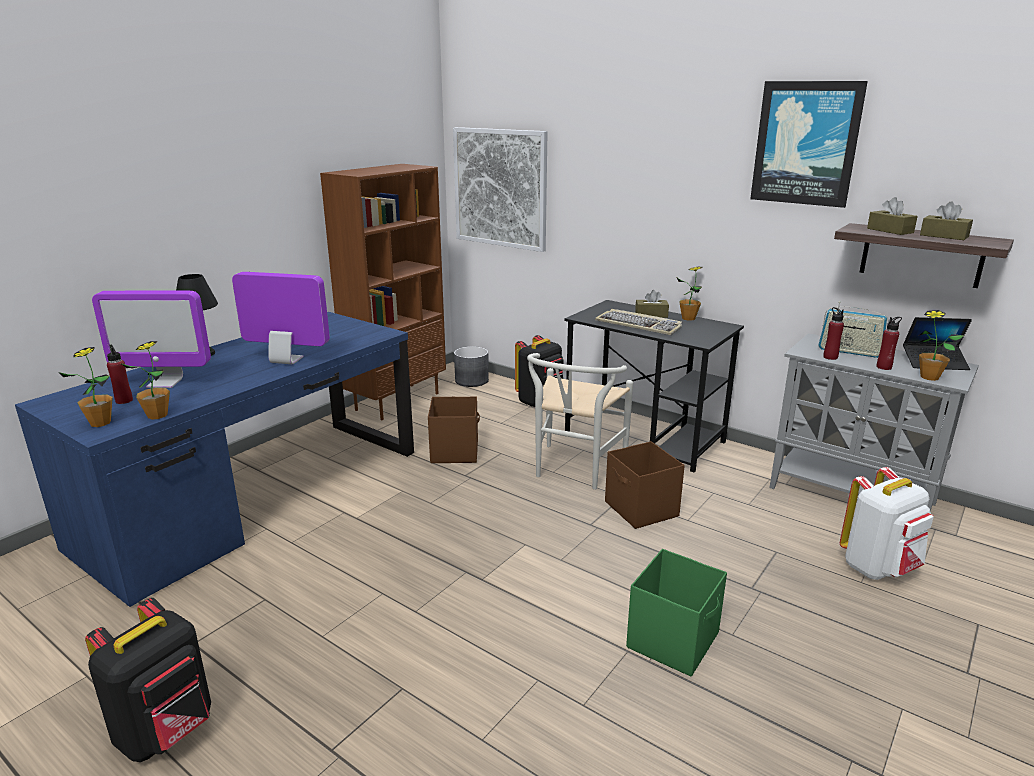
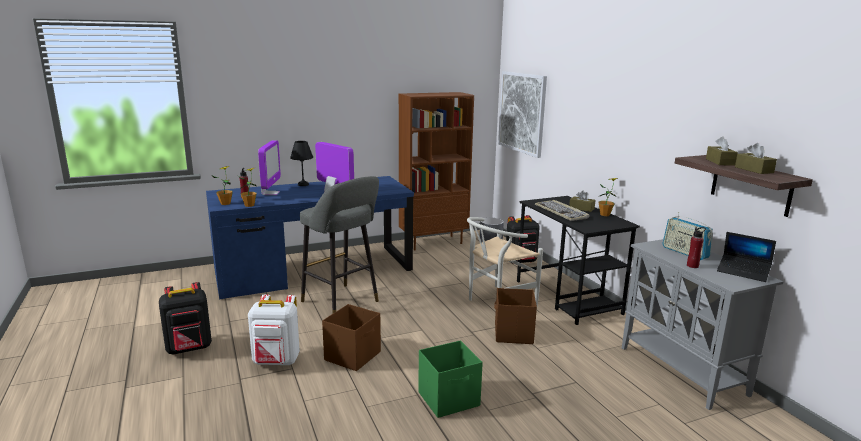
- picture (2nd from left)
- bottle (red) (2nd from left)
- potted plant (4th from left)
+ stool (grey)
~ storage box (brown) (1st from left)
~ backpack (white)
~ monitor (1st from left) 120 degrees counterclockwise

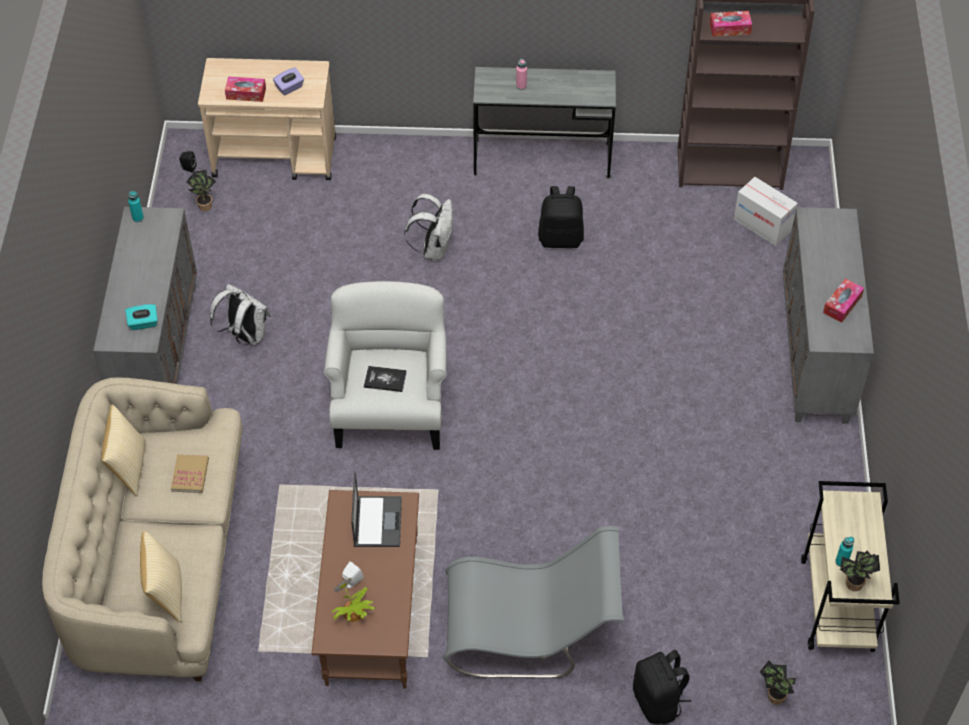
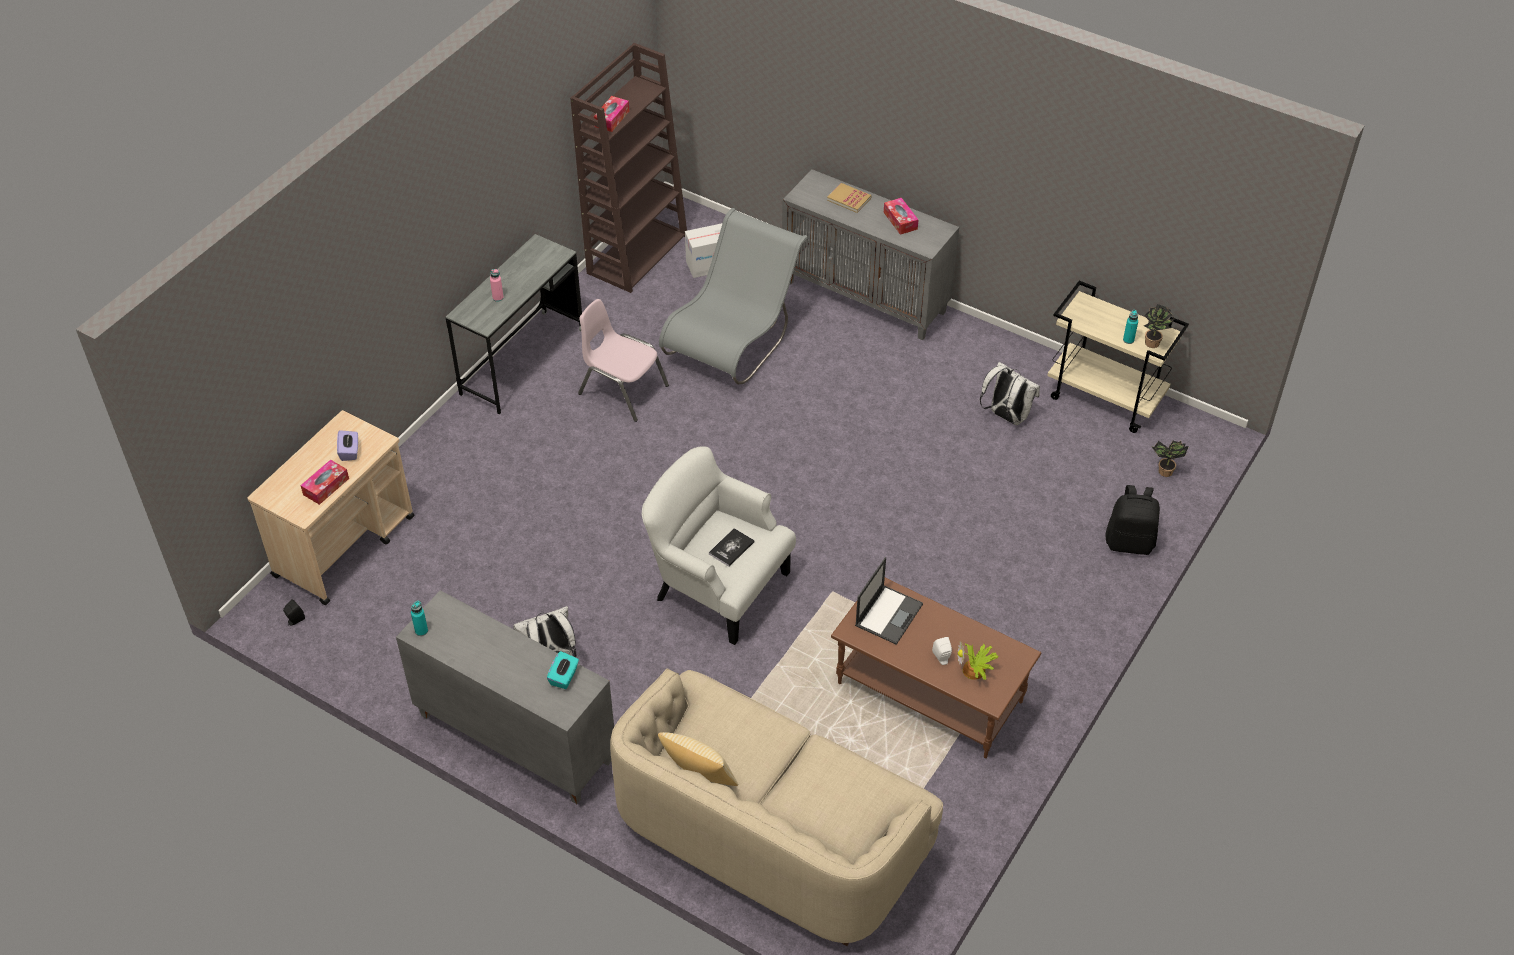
- pillow (2nd from left)
- potted plant (1st from left)
~ book (1st from left in the first image) to book (2nd from left)
~ backpack (white) (2nd from left)
~ chair (grey)
~ backpack (black) (1st from left) to chair (pink)
~ laptop 90 degrees clockwise

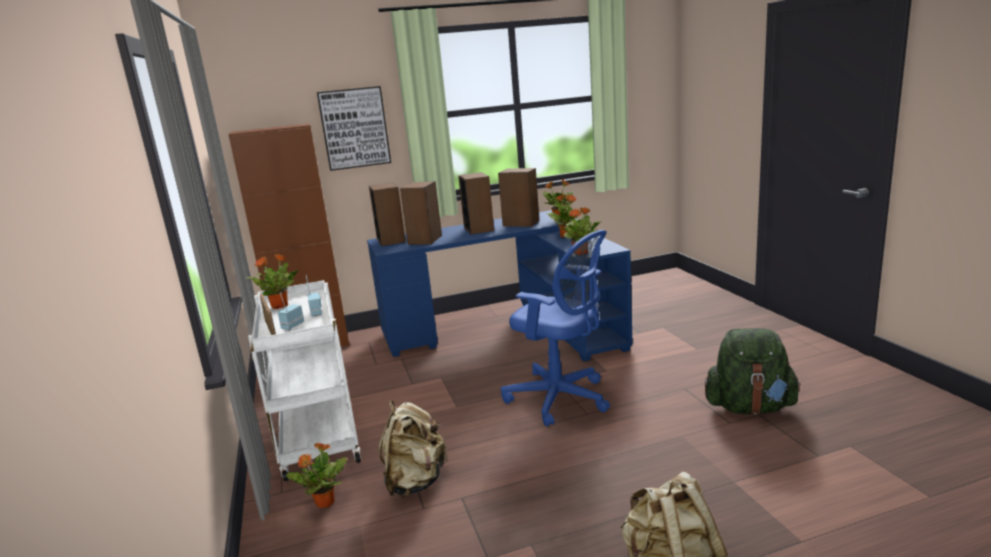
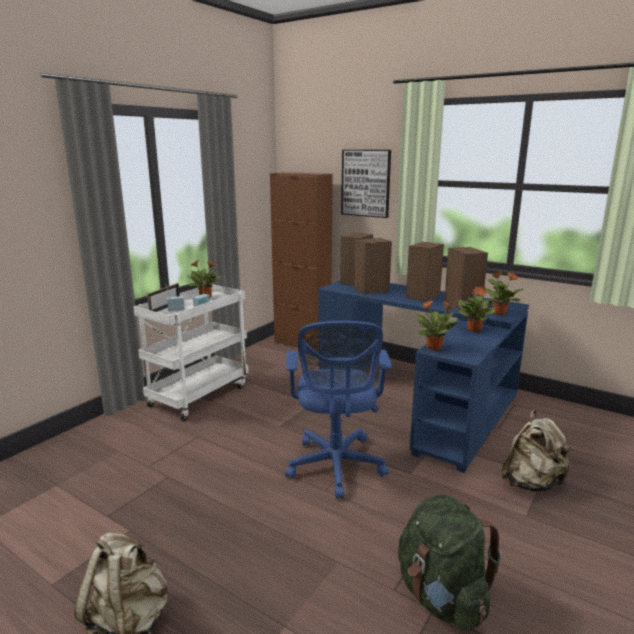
- potted plant (2nd from left)
~ backpack (beige) (1st from left in the first image) to backpack (beige) (2nd from left)

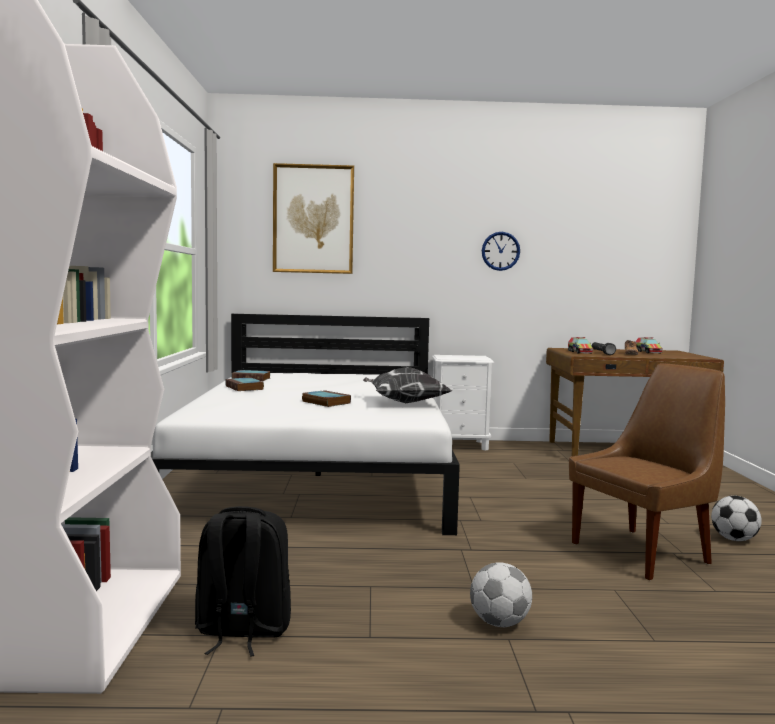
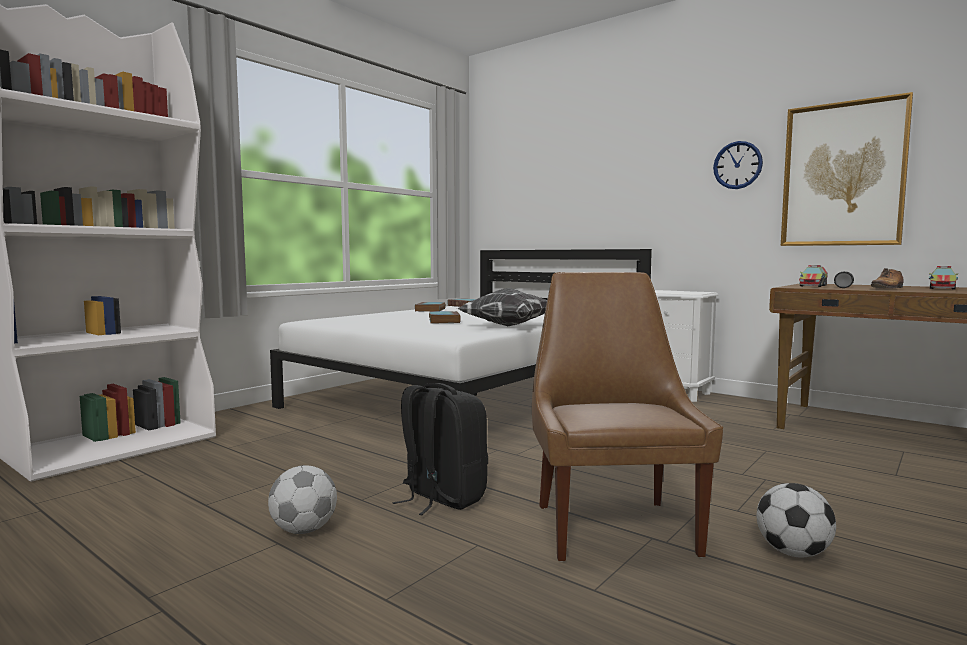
~ backpack (black)
~ picture
~ chair (brown) 105 degrees counterclockwise

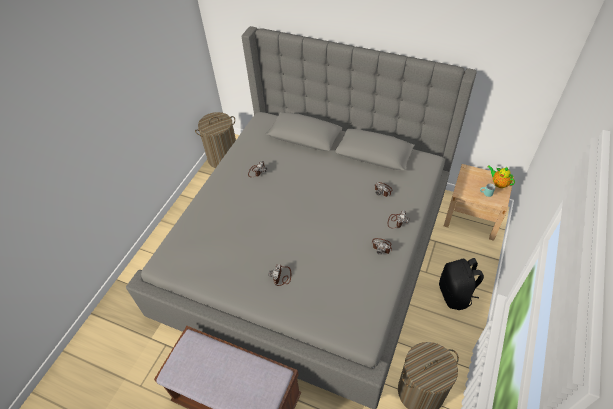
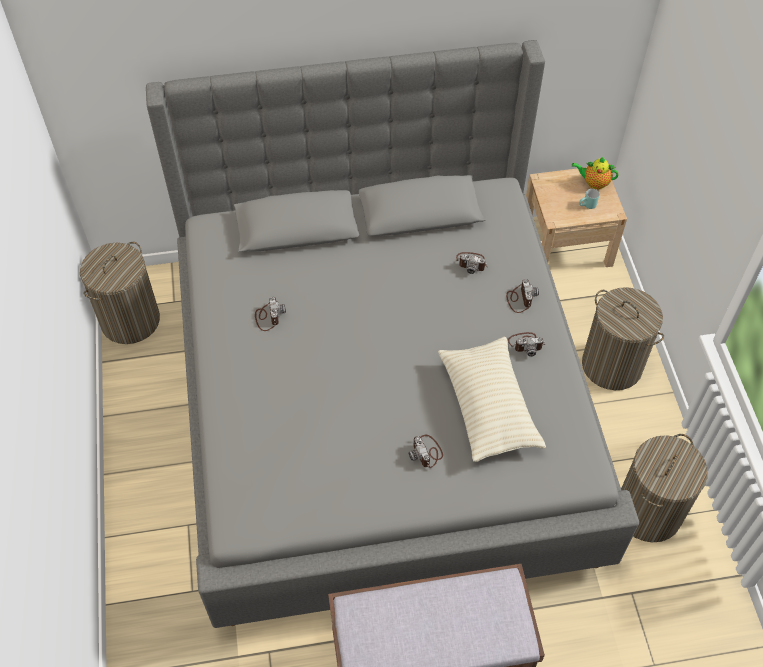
+ pillow (beige)
~ backpack (black) to laundry basket (2nd from left)

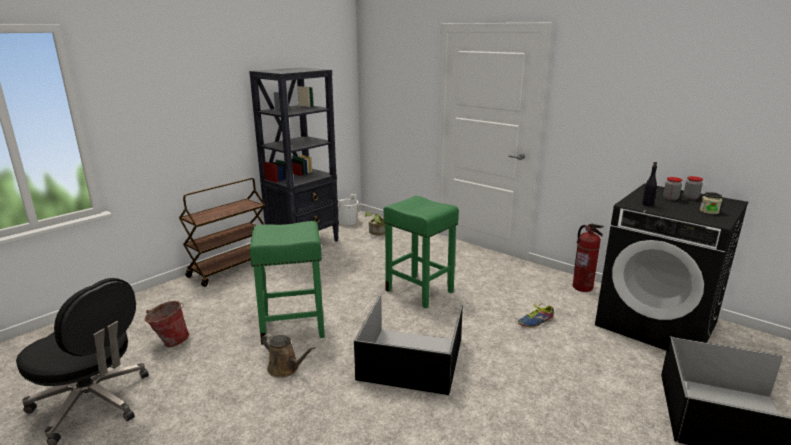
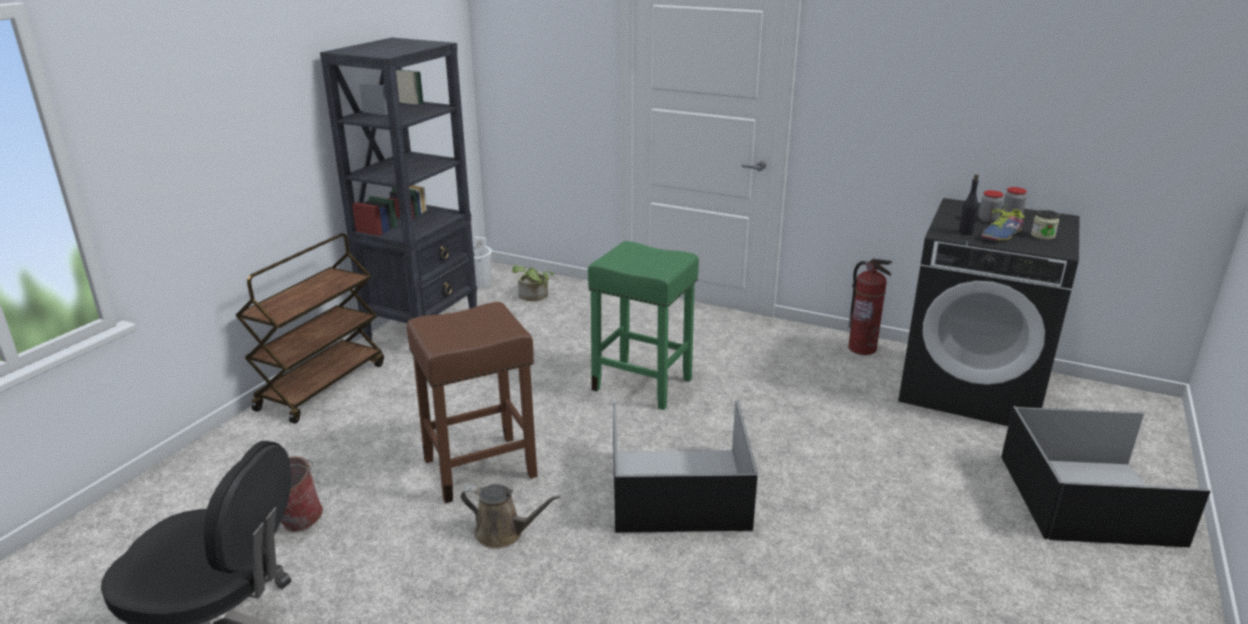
~ shoe
~ stool (green) (1st from left) to stool (brown)

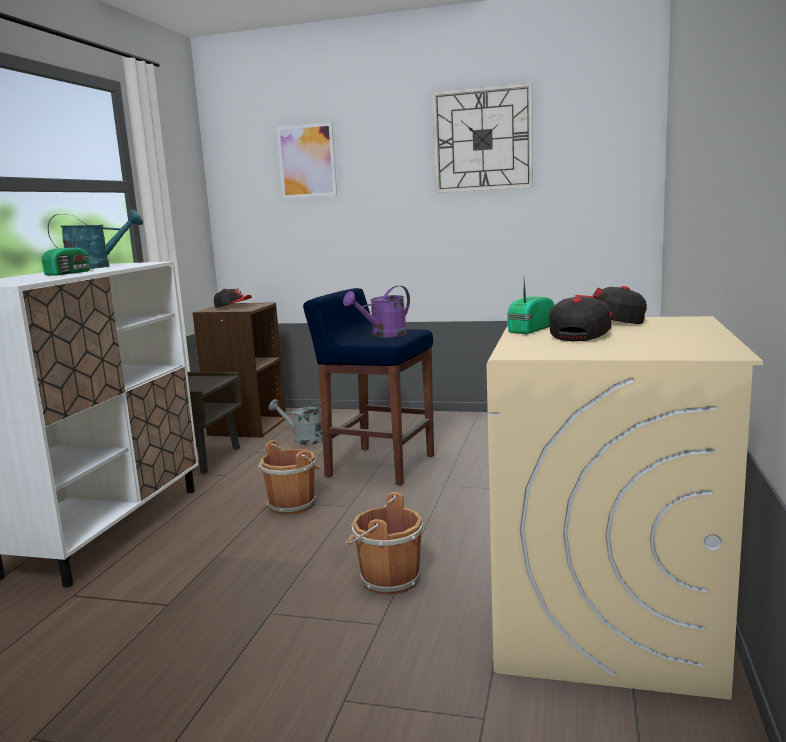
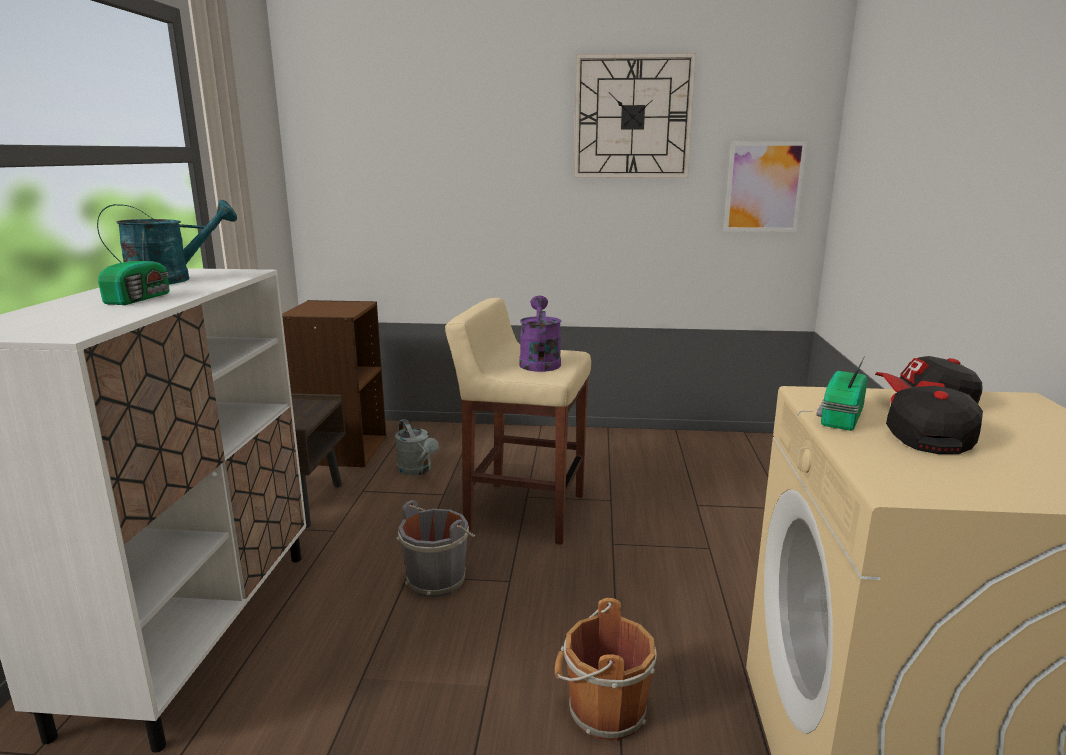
- cap (1st from left)
~ picture
~ bucket (brown) (1st from left) to bucket (grey)
~ stool (blue) to stool (beige)
~ watering can (grey) 135 degrees counterclockwise
~ watering can (purple) 135 degrees clockwise

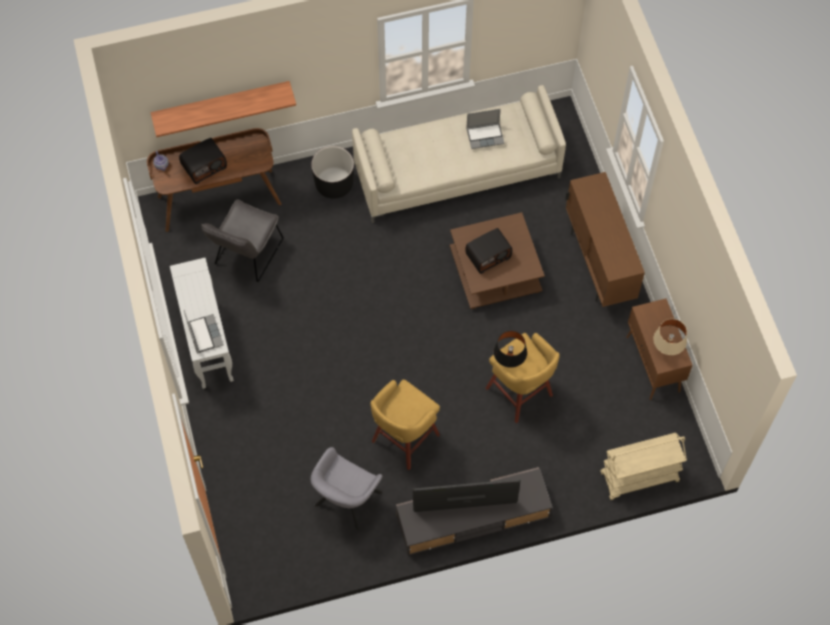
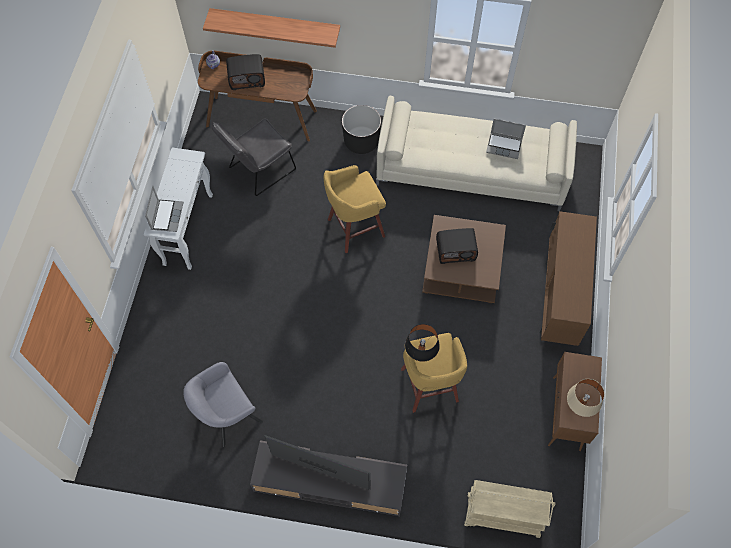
~ stool (yellow) (1st from left)

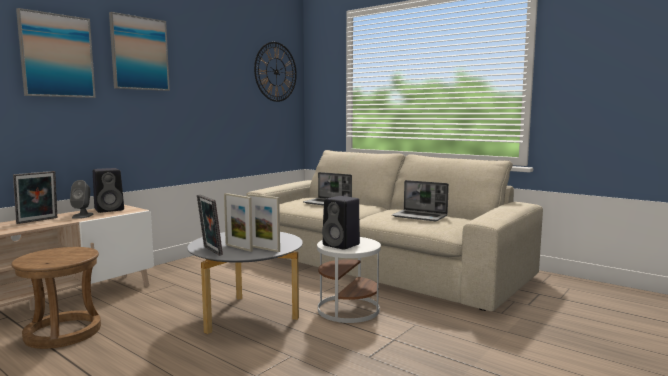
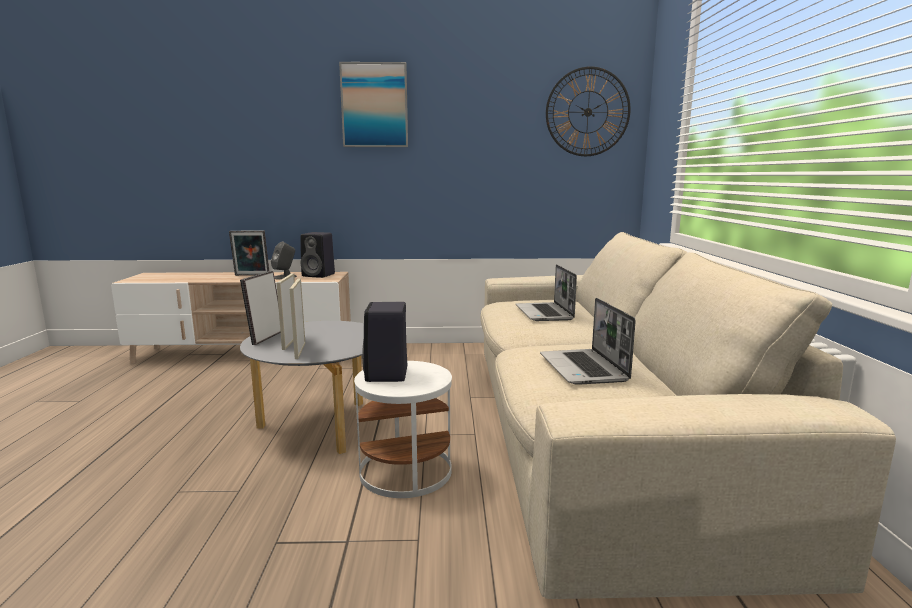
- stool (brown)
- picture (1st from left)

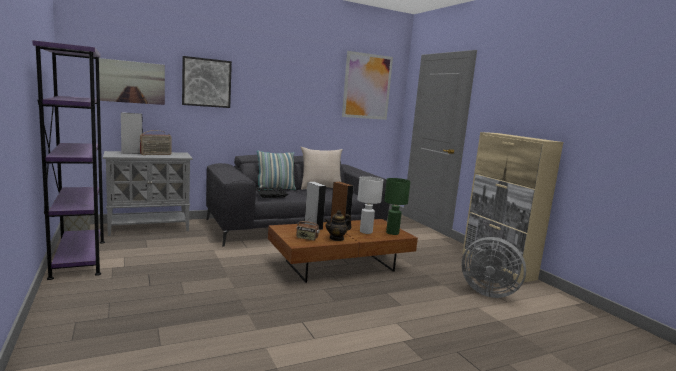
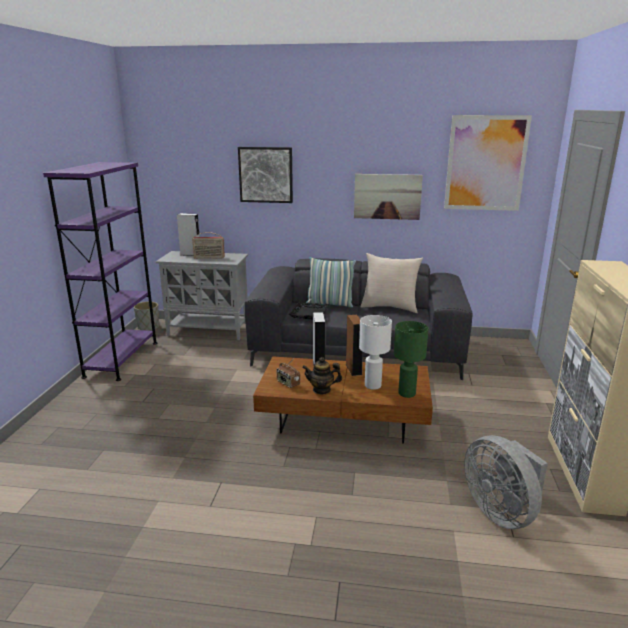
~ picture (1st from left in the first image) to picture (2nd from left)

